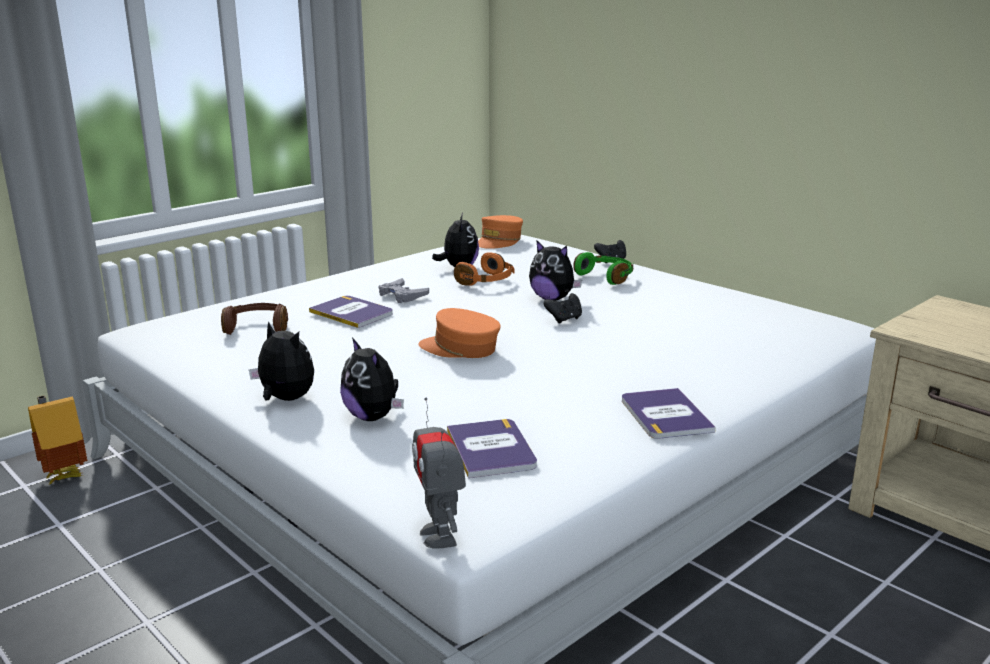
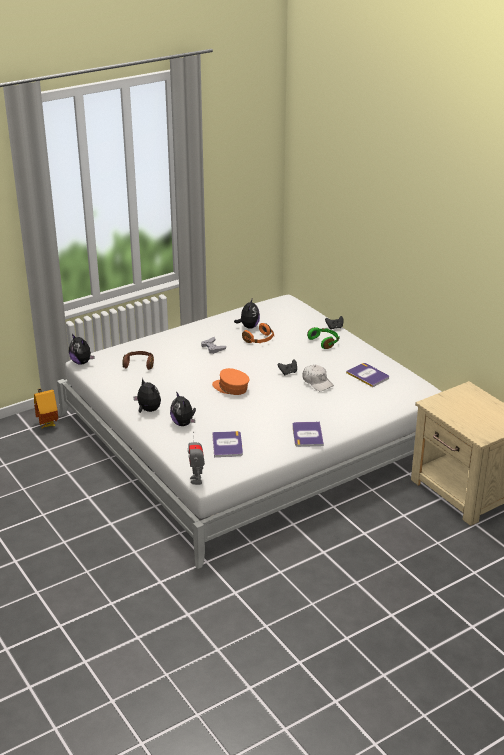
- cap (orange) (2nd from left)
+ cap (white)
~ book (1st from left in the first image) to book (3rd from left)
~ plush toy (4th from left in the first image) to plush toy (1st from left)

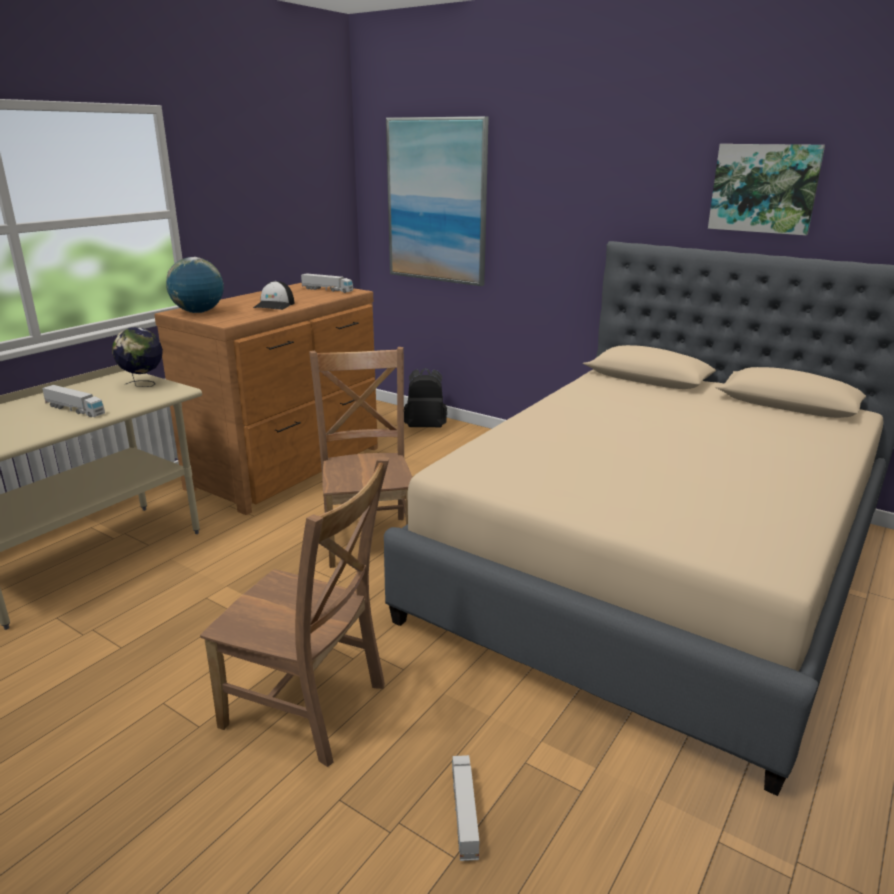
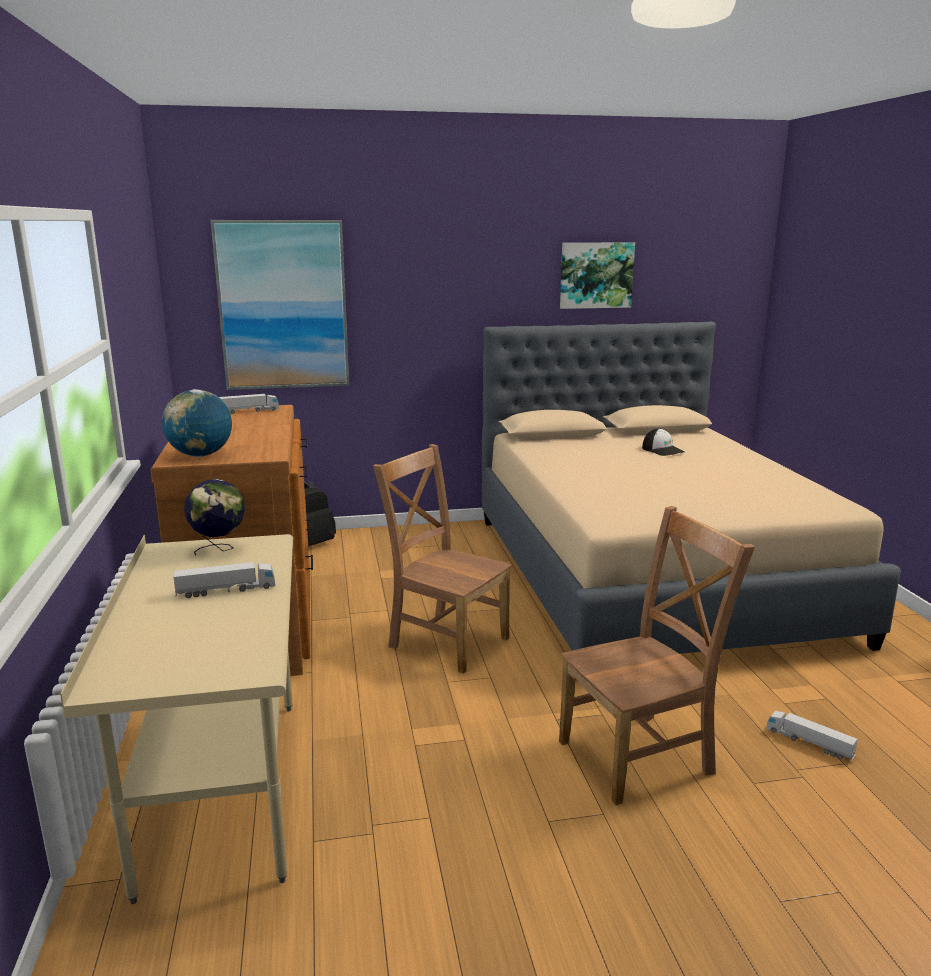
~ cap

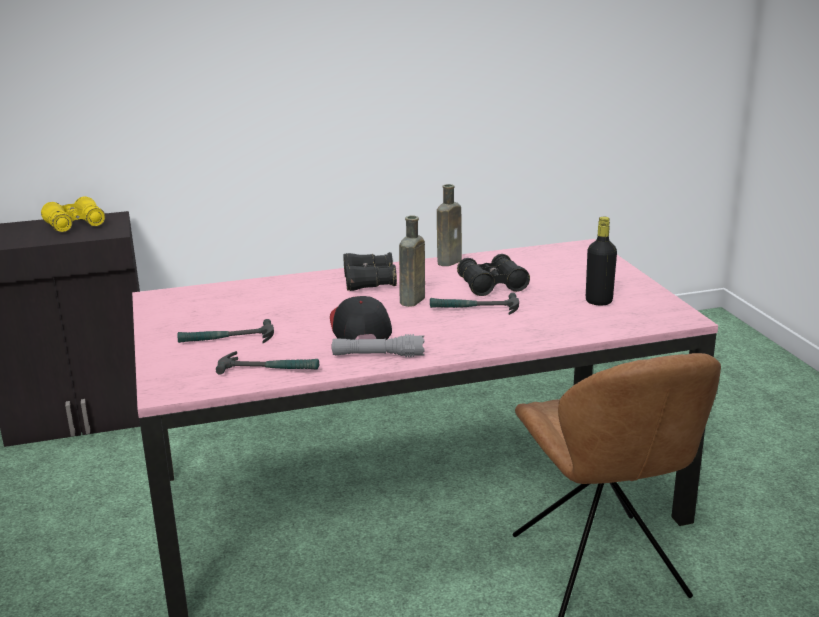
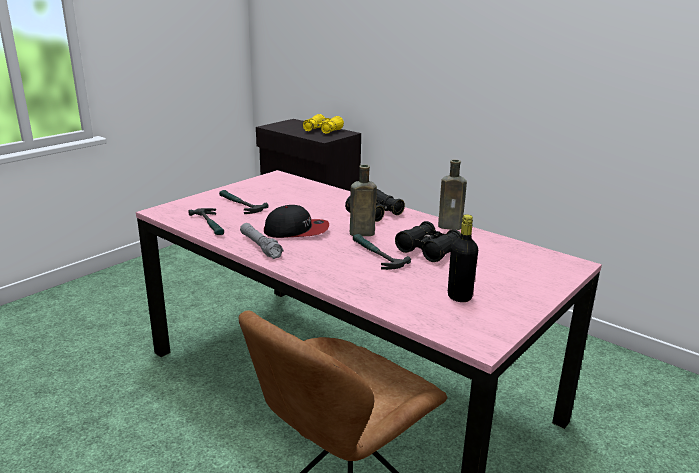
~ cap 45 degrees clockwise

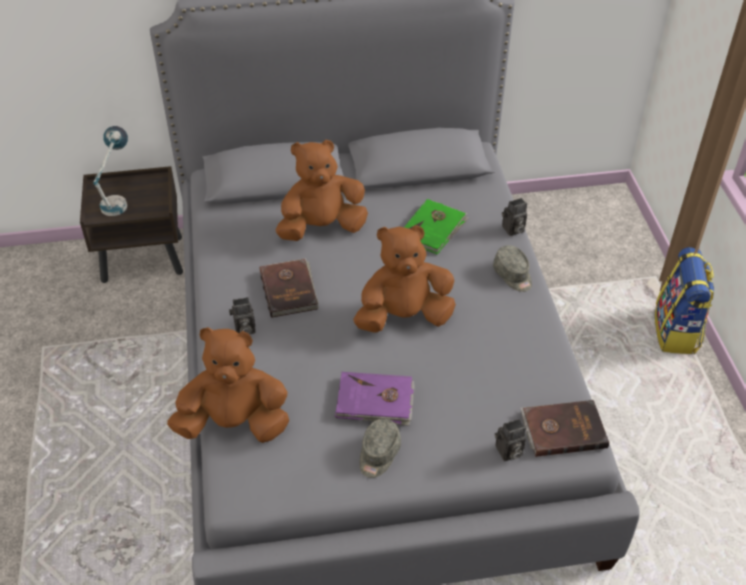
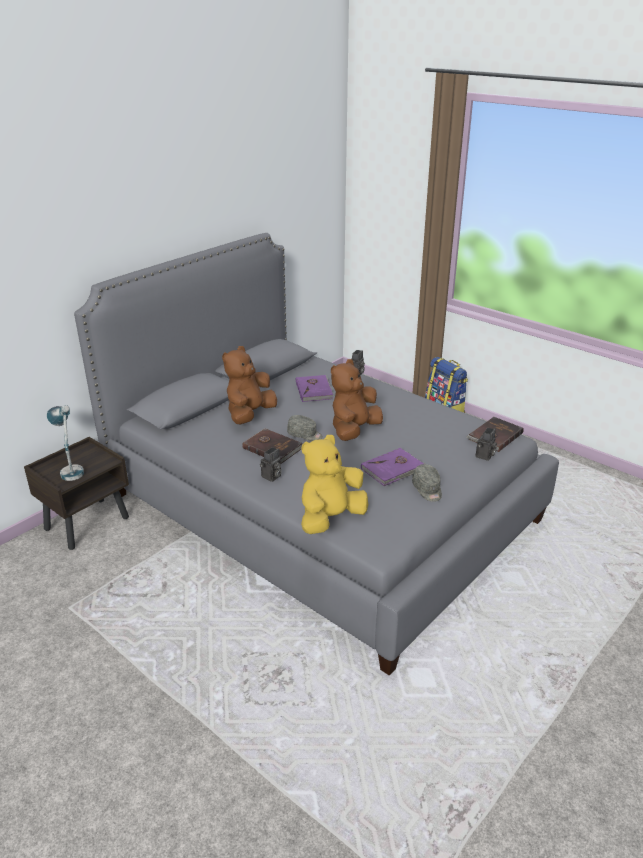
~ cap (grey) (2nd from left in the first image) to cap (grey) (1st from left)
~ plush toy (brown) (1st from left) to plush toy (yellow)
~ book (green) to book (purple) (1st from left)

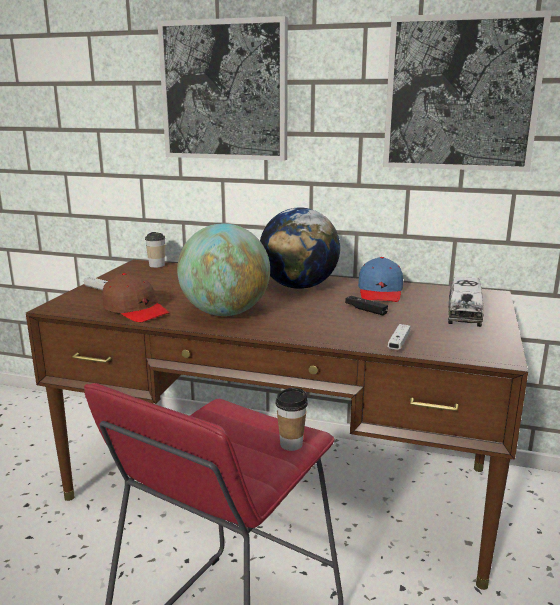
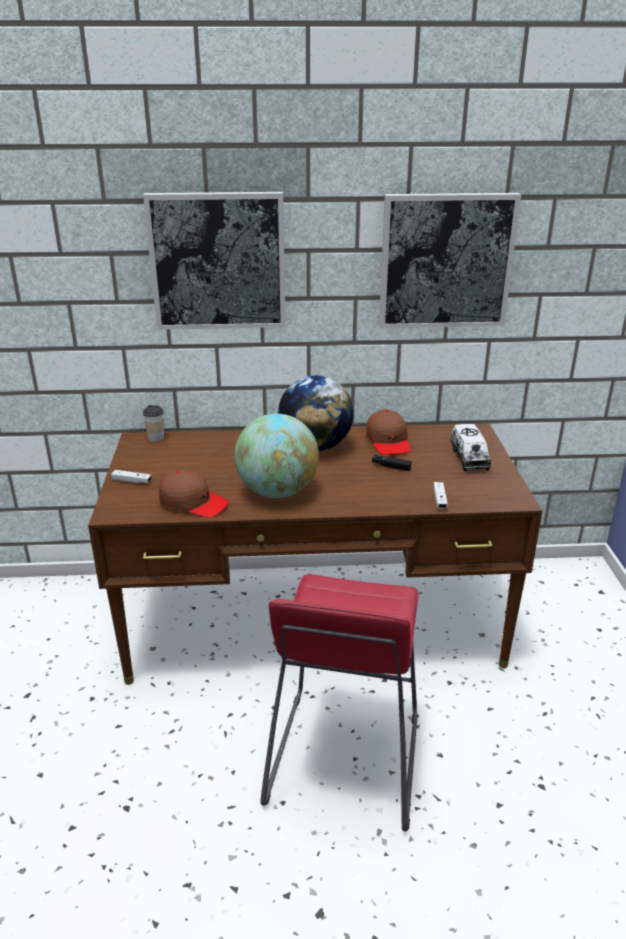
- cup (2nd from left)
~ cap (blue) to cap (brown) (2nd from left)

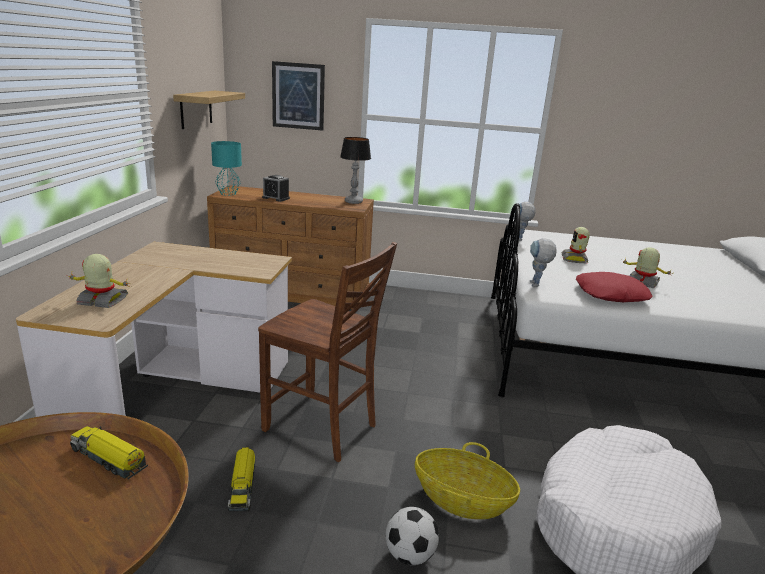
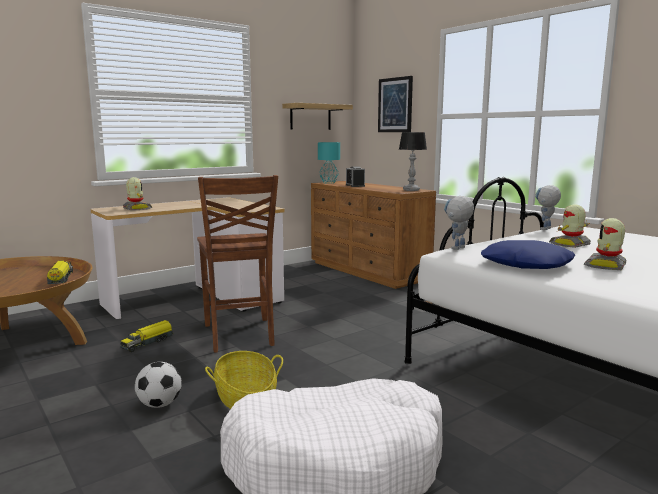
~ pillow (red) to pillow (blue)
~ toy robot (5th from left) 135 degrees counterclockwise

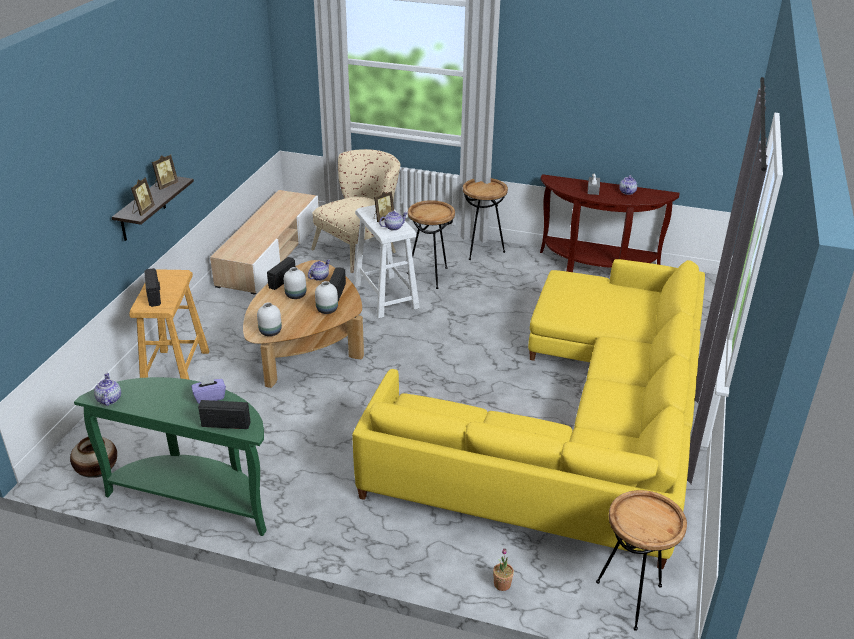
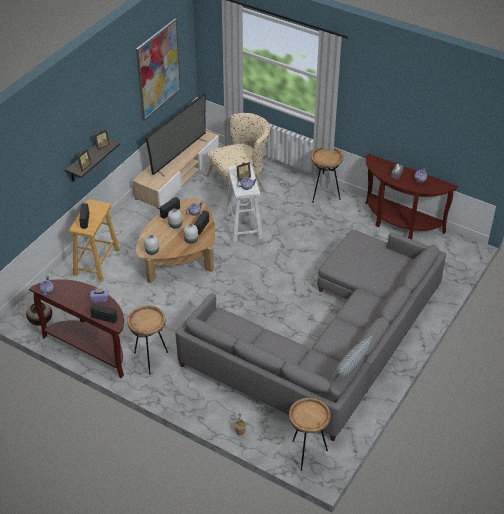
+ picture
+ television
+ pillow
~ side table (brown) (1st from left)
~ console table (green) to console table (brown) (1st from left)
~ sofa (yellow) to sofa (grey)

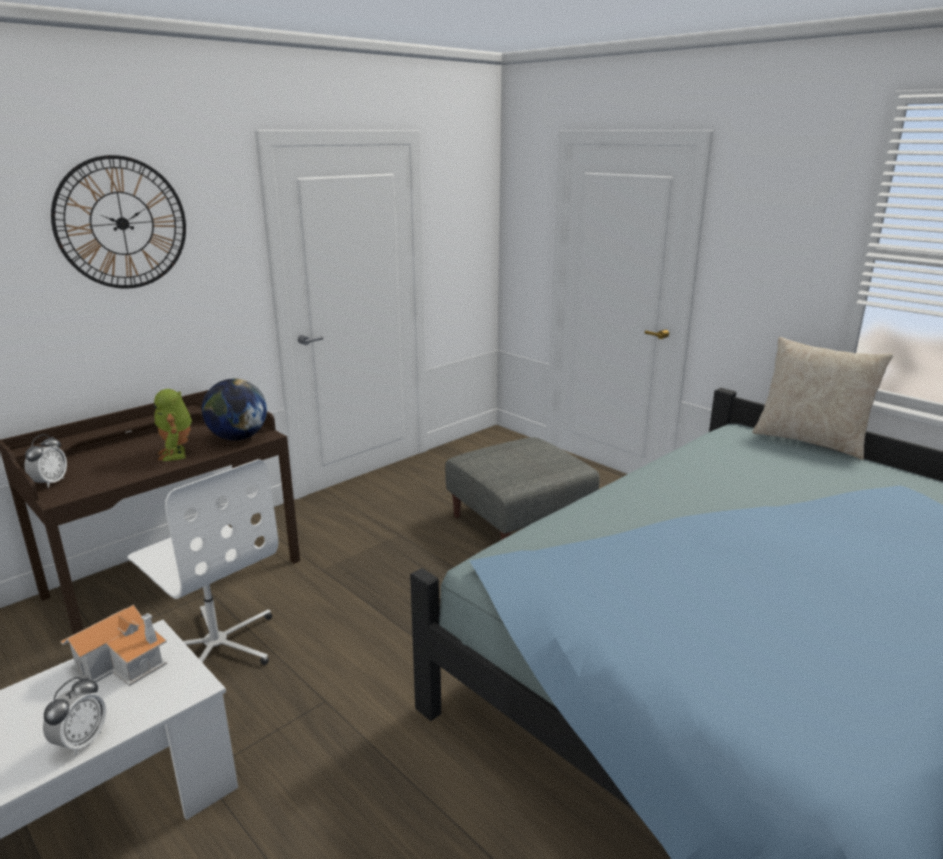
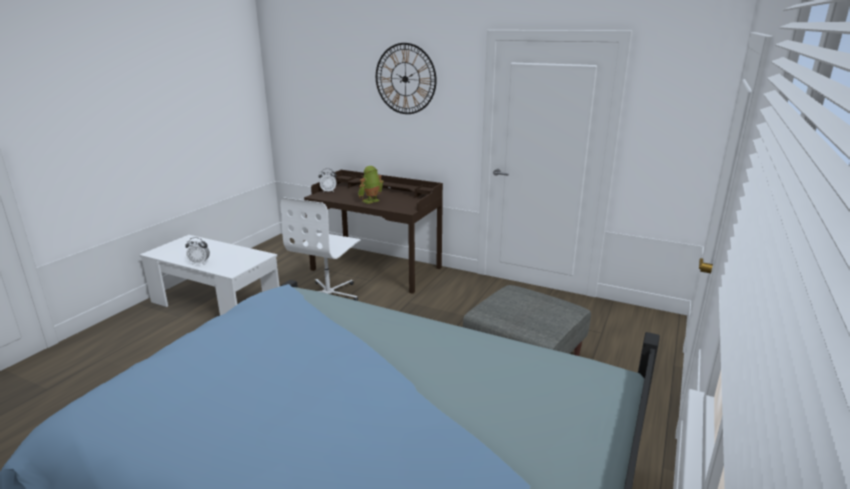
- toy house
- globe
- pillow (beige)

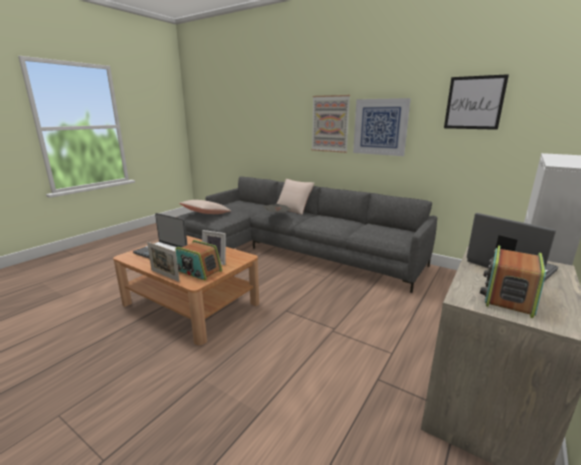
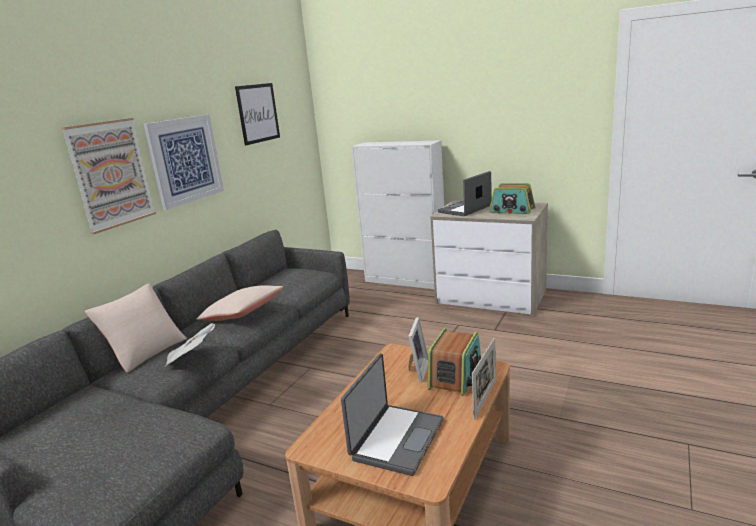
~ pillow (beige) (1st from left in the first image) to pillow (beige) (2nd from left)

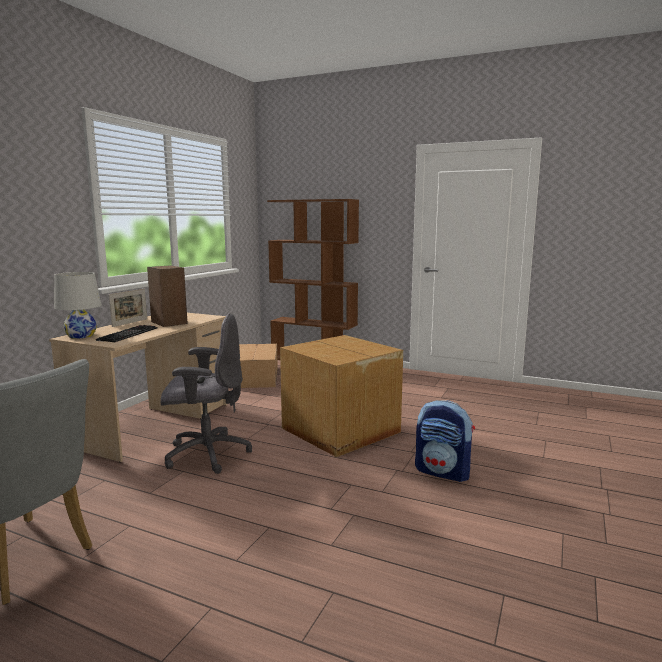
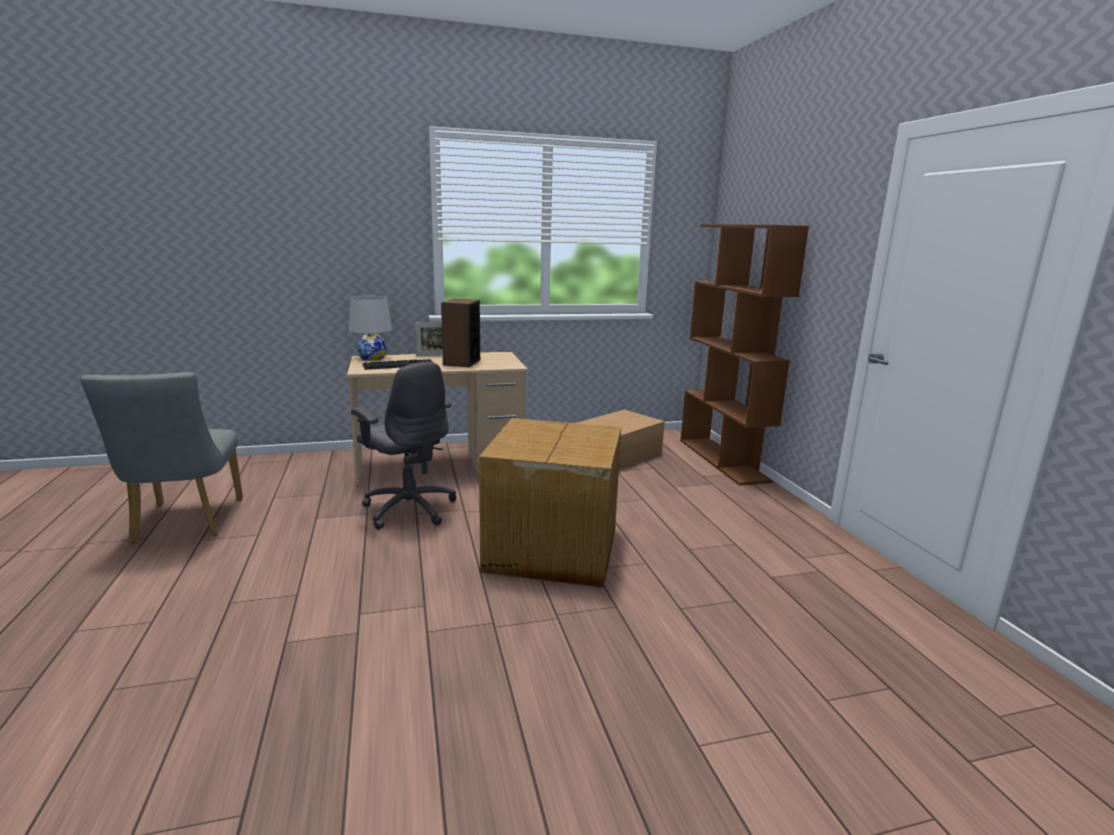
- backpack

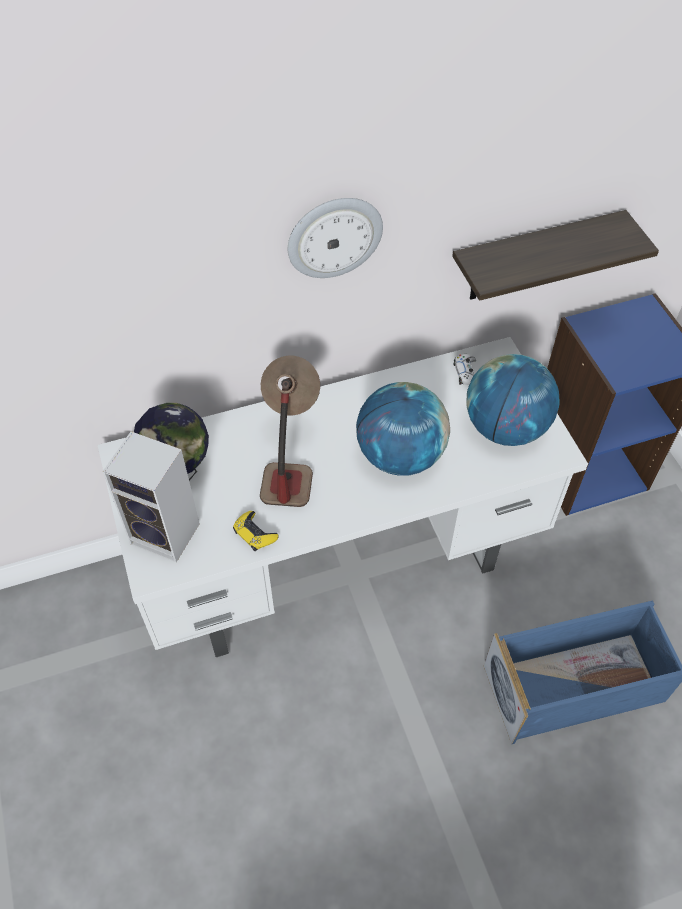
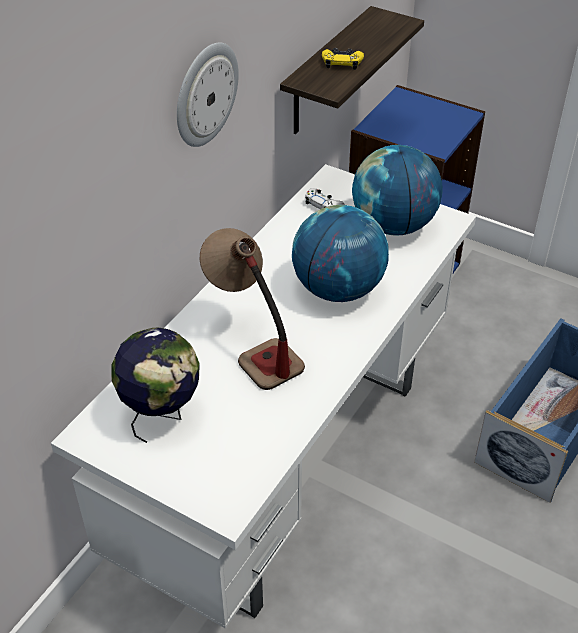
- speaker
~ game controller (yellow)

